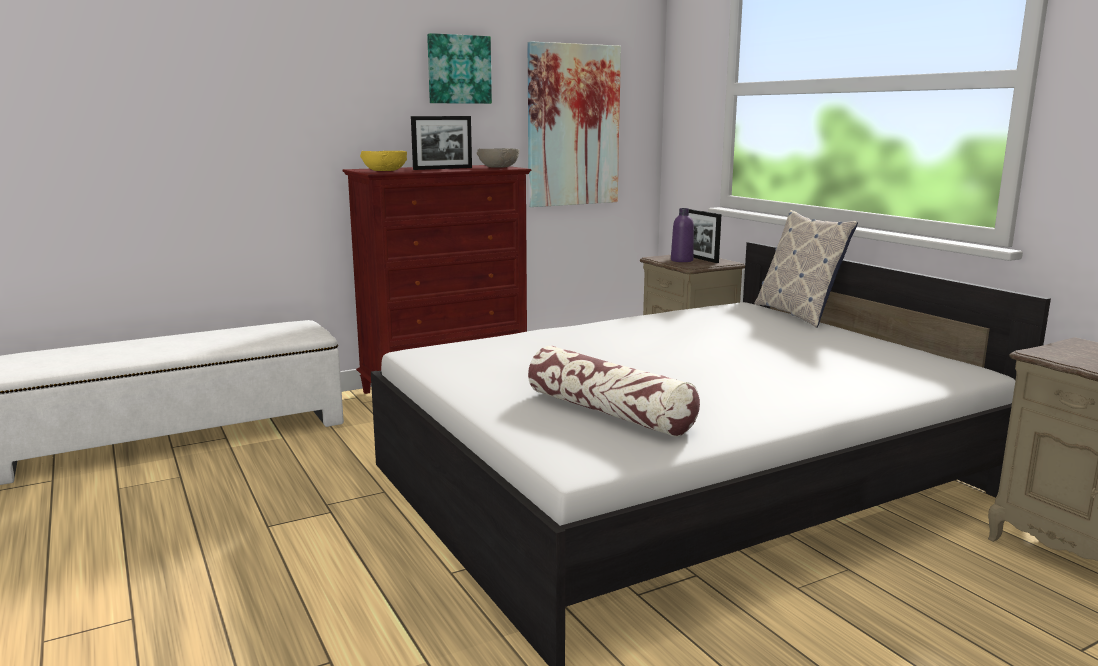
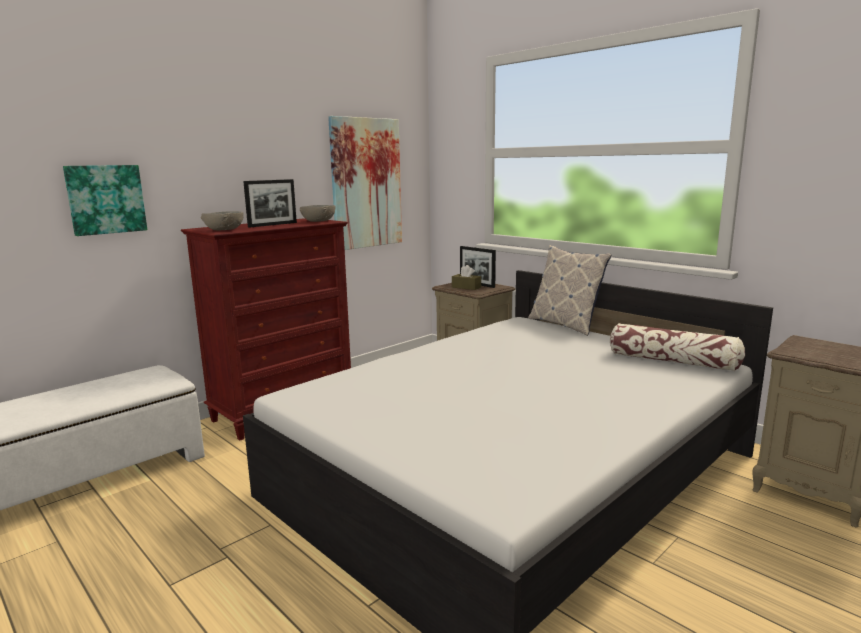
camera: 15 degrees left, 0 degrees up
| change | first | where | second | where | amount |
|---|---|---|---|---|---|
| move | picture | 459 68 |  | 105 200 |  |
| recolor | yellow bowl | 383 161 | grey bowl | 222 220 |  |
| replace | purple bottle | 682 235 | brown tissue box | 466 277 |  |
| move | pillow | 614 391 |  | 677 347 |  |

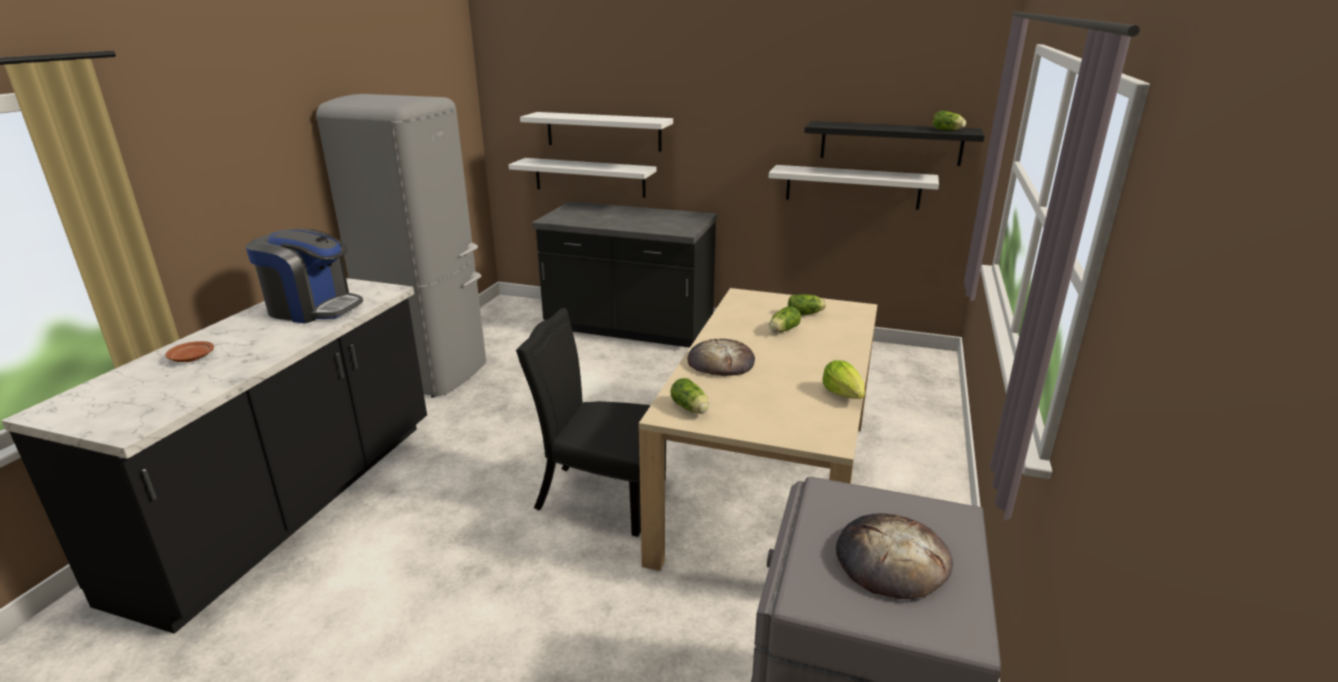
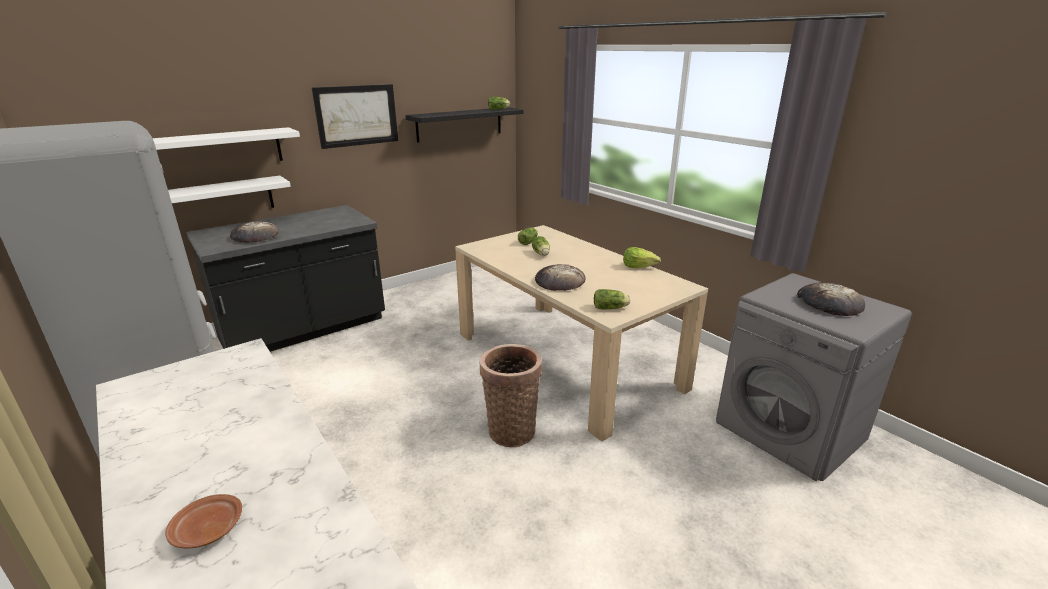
camera: 55 degrees left, 0 degrees up
| change | first | where | second | where | amount |
|---|---|---|---|---|---|
| delete | white shelf | 854 187 |  |  |  |
| delete | coffee machine | 304 276 |  |  |  |
| replace | black chair | 591 422 | basket | 511 395 |  |
| insert |  |  | picture | 355 116 |  |
| insert |  |  | bread | 254 232 |  |

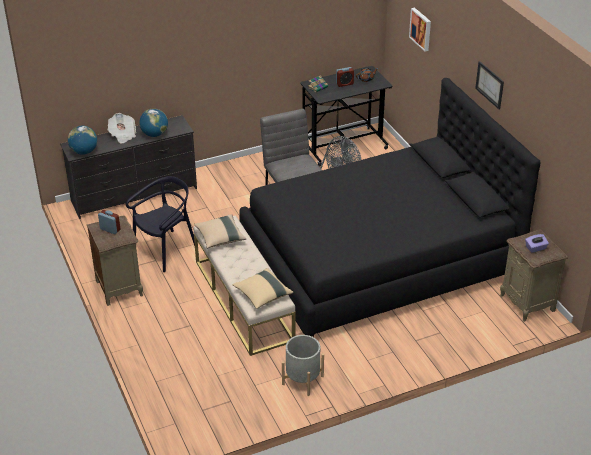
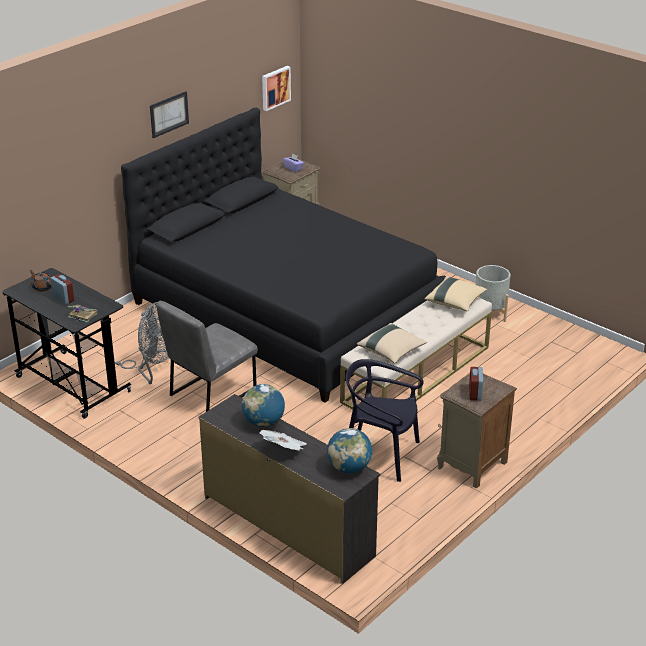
camera: 115 degrees left, 5 degrees down
| change | first | where | second | where | amount |
|---|---|---|---|---|---|
| move | picture | 420 30 |  | 276 88 |  |

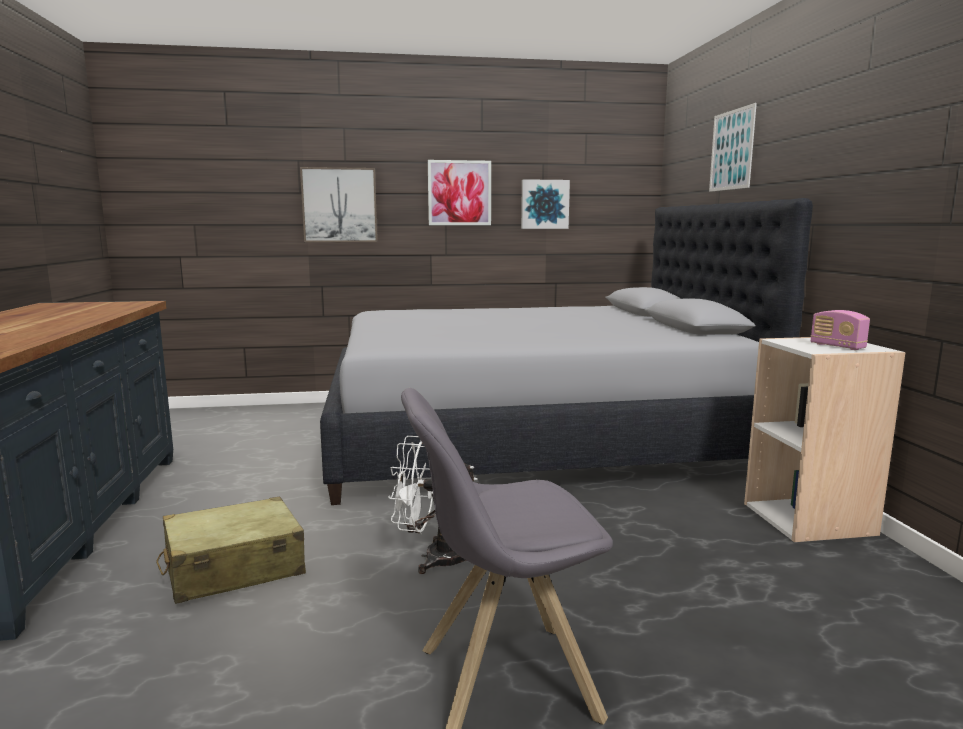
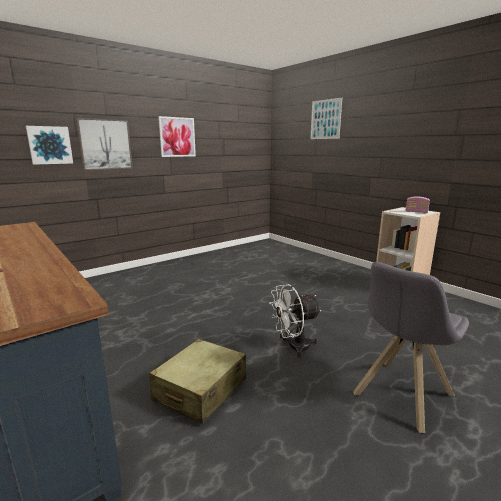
camera: 30 degrees left, 5 degrees up
| change | first | where | second | where | amount |
|---|---|---|---|---|---|
| move | picture | 545 204 |  | 49 145 |  |
| delete | grey bed | 566 351 |  |  |  |

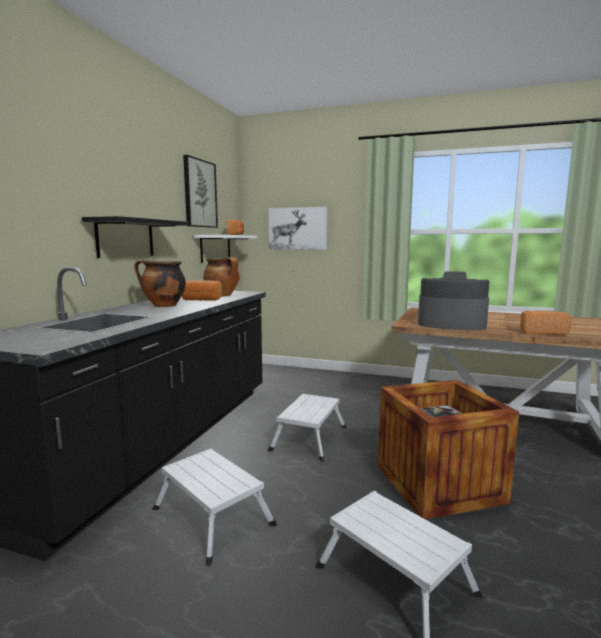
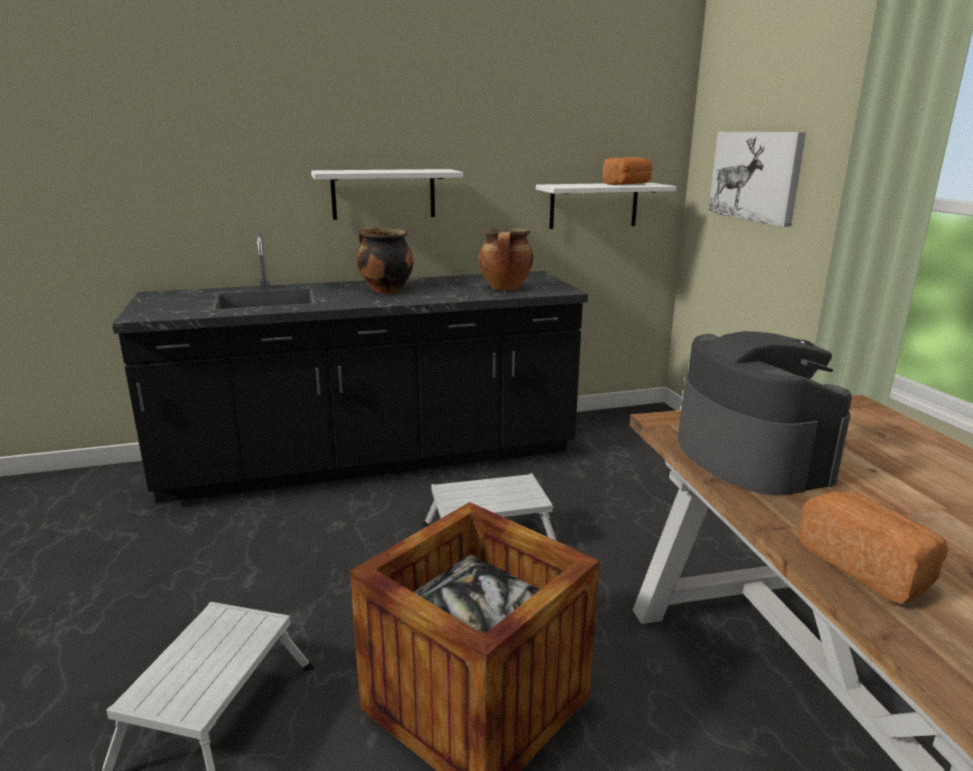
camera: 55 degrees right, 10 degrees up
| change | first | where | second | where | amount |
|---|---|---|---|---|---|
| delete | picture | 200 191 |  |  |  |
| recolor | black shelf | 135 237 | white shelf | 387 194 |  |
| delete | bread | 202 290 |  |  |  |
| delete | white step ladder | 214 507 |  |  |  |

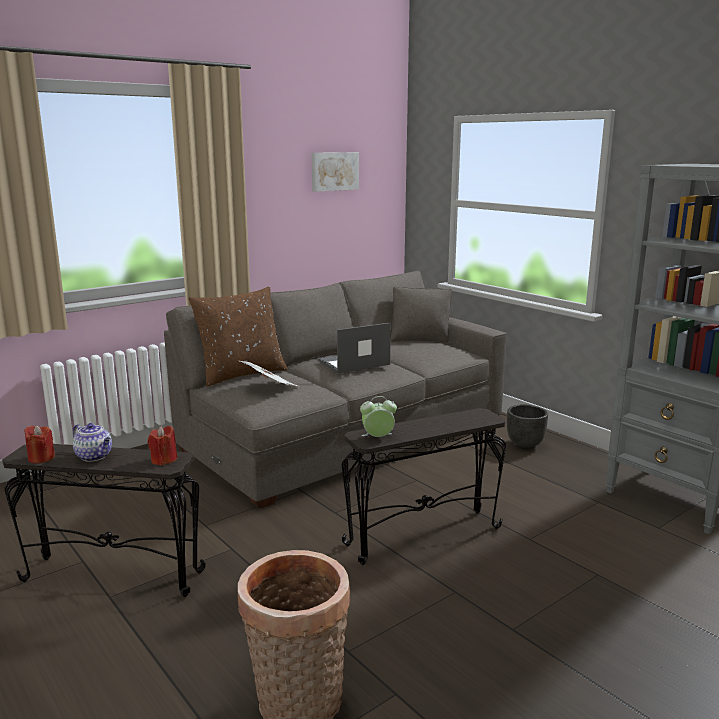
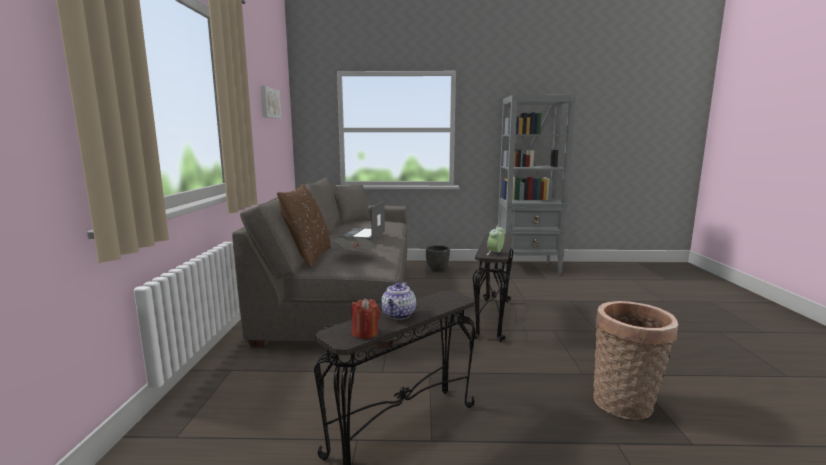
camera: 50 degrees left, 5 degrees down
| change | first | where | second | where | amount |
|---|---|---|---|---|---|
| rotate | teapot | 92 442 |  | 398 301 | 120 degrees clockwise |
| delete | red candle | 163 445 |  |  |  |

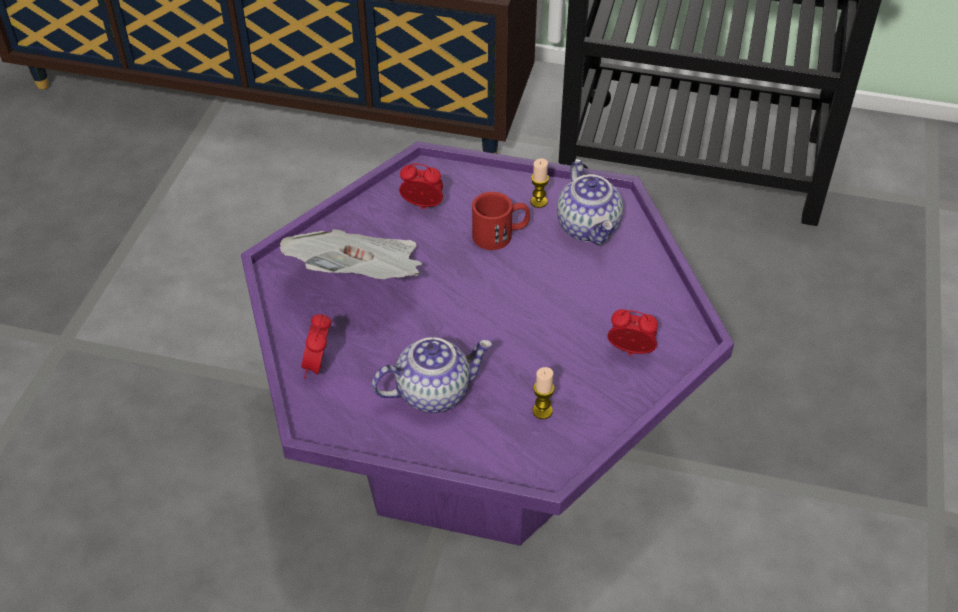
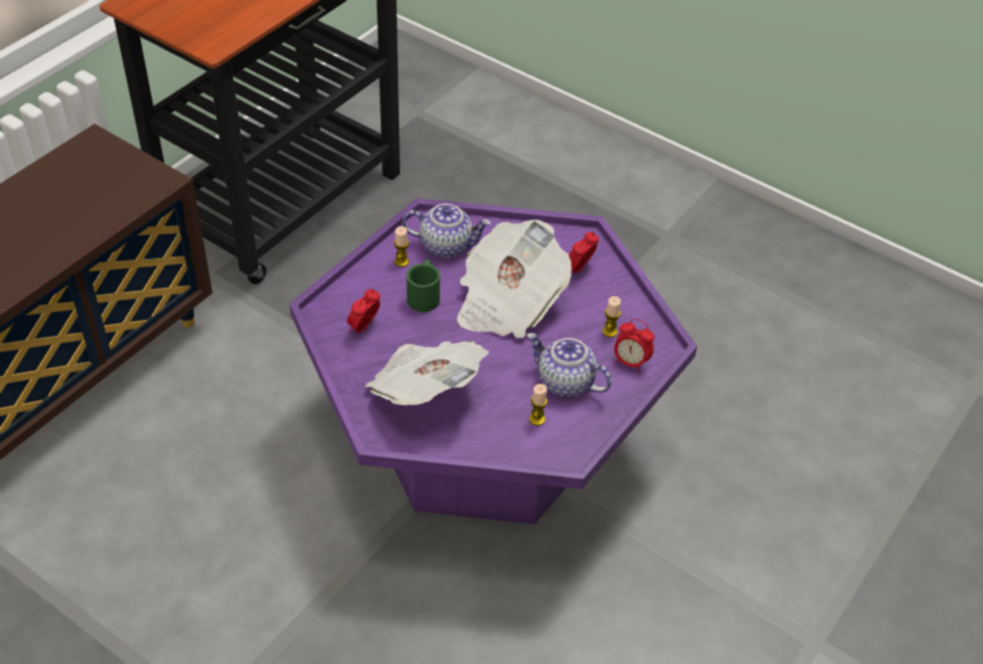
camera: 70 degrees left, 0 degrees up
| change | first | where | second | where | amount |
|---|---|---|---|---|---|
| recolor | red mug | 501 221 | green mug | 423 286 |  |
| move | alarm clock | 316 346 |  | 634 346 |  |
| rotate | teapot | 432 375 |  | 569 365 | 60 degrees counterclockwise |
| insert |  |  | newspaper | 514 279 |  |
| insert |  |  | candle | 538 405 |  |

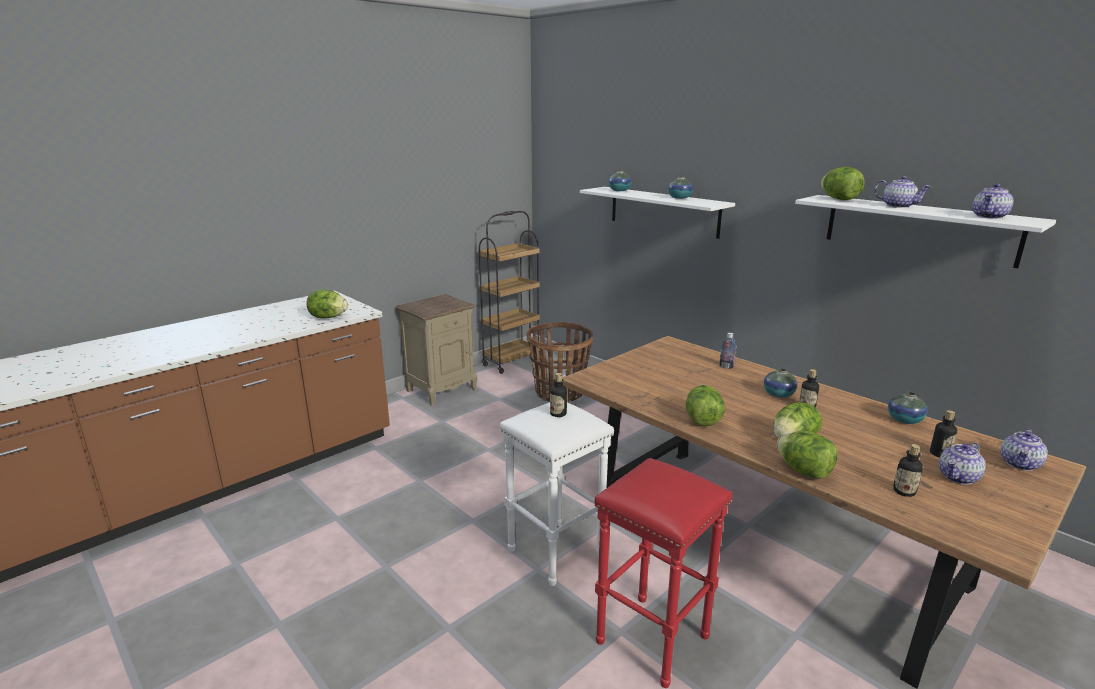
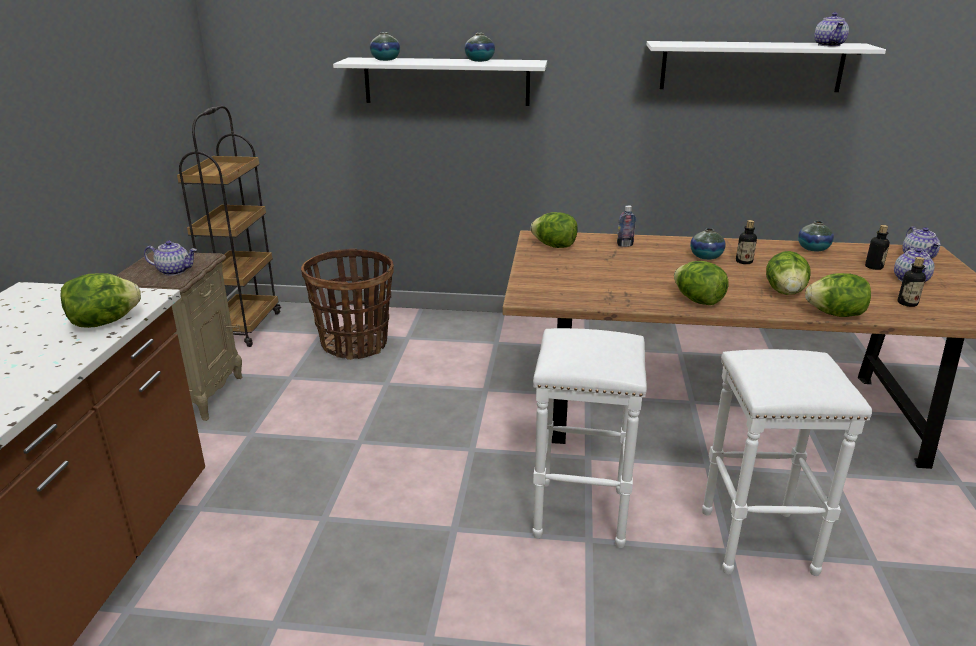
camera: 40 degrees left, 5 degrees up
| change | first | where | second | where | amount |
|---|---|---|---|---|---|
| move | lettuce | 843 183 |  | 554 230 |  |
| move | teapot | 902 192 |  | 170 258 |  |
| delete | bottle | 558 395 |  |  |  |
| recolor | red stool | 664 573 | white stool | 787 462 |  |

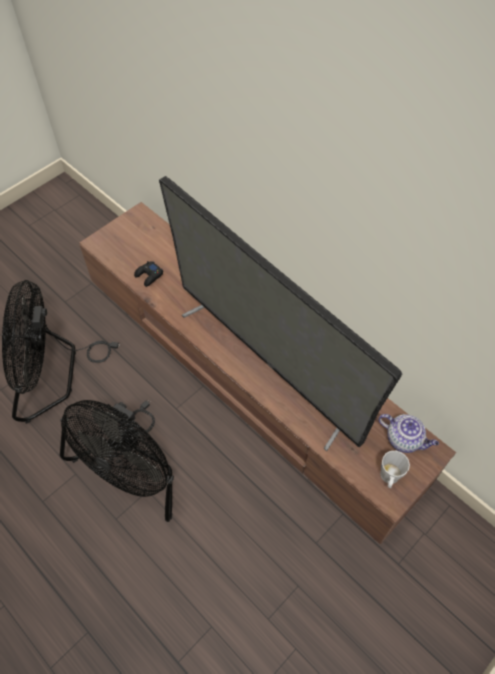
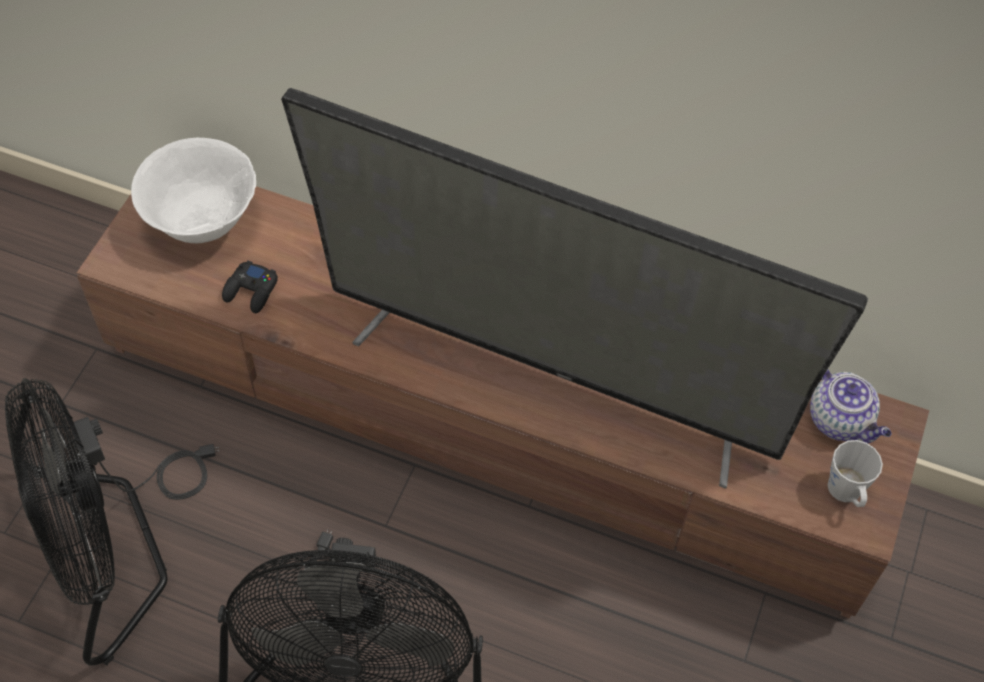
camera: 25 degrees left, 0 degrees up
| change | first | where | second | where | amount |
|---|---|---|---|---|---|
| rotate | teapot | 409 433 |  | 851 406 | 45 degrees clockwise |
| insert |  |  | white bowl | 193 190 |  |

